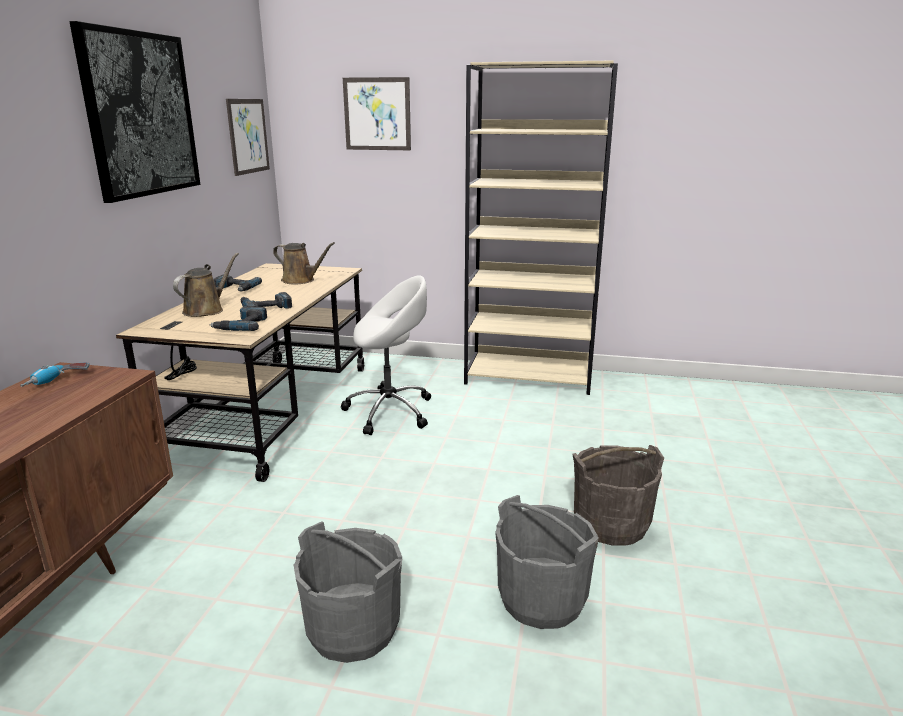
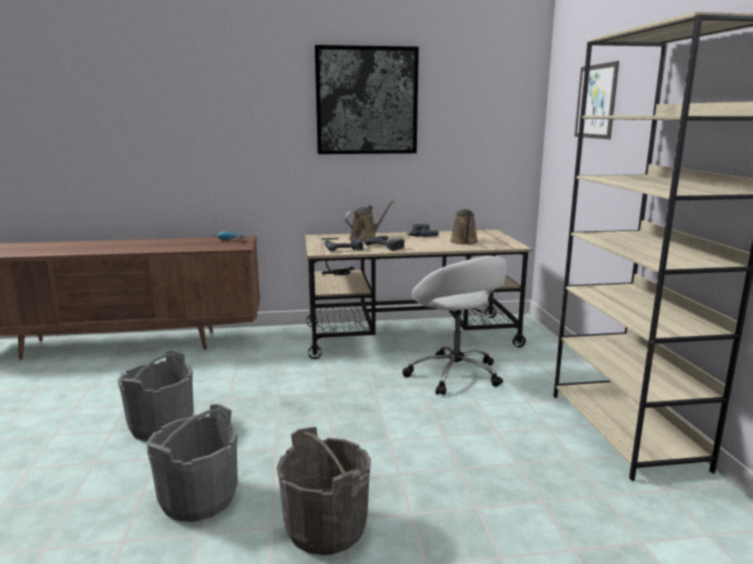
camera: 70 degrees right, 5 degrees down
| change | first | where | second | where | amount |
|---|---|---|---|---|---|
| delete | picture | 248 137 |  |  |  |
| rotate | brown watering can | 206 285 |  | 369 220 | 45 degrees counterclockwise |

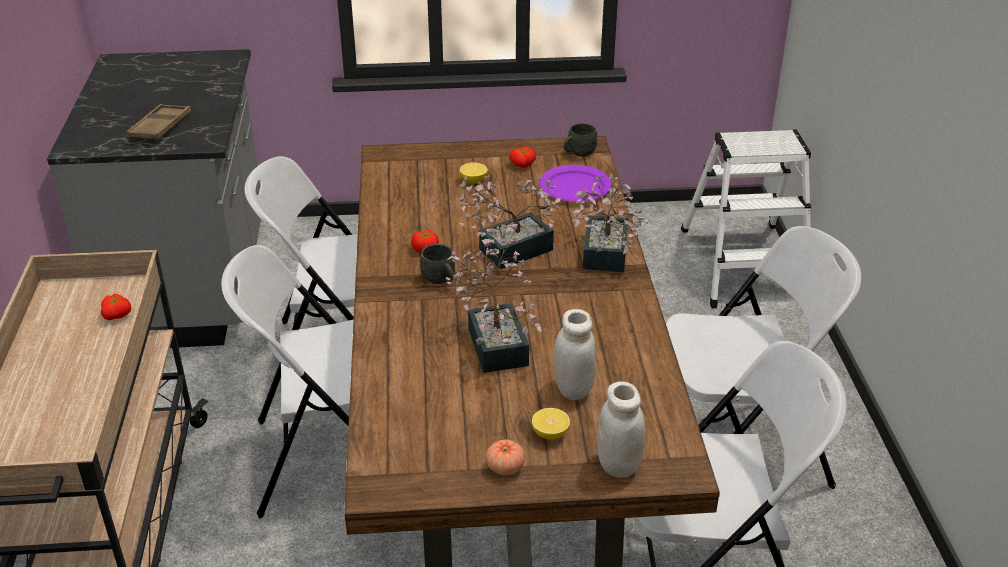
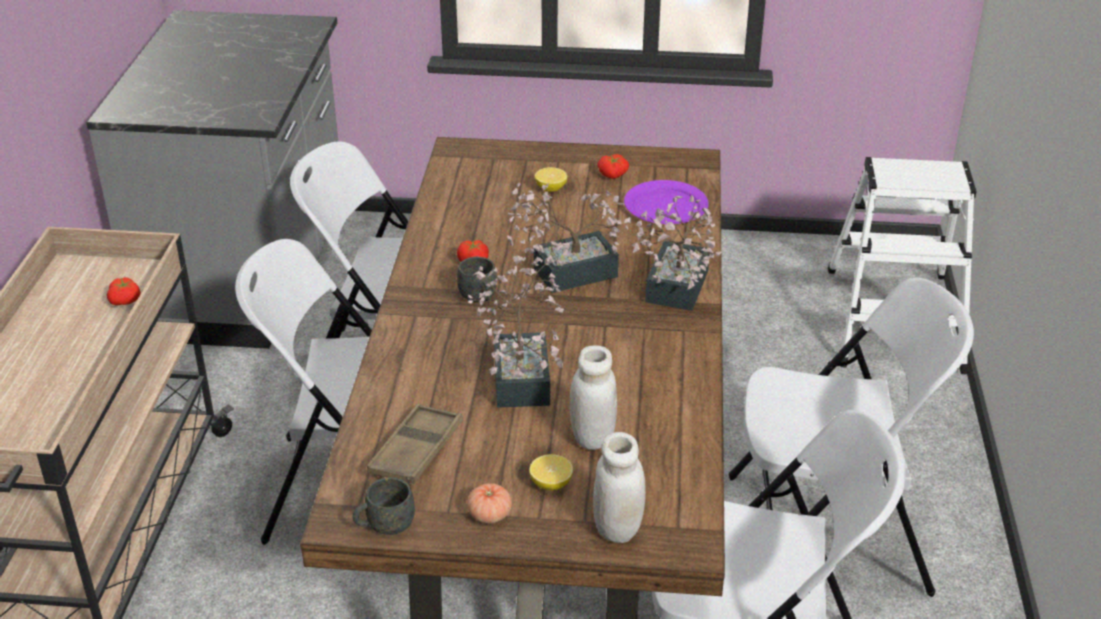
camera: 10 degrees right, 0 degrees up
| change | first | where | second | where | amount |
|---|---|---|---|---|---|
| move | brown tray | 158 122 |  | 415 444 |  |
| move | grey mug | 580 140 |  | 384 506 |  |

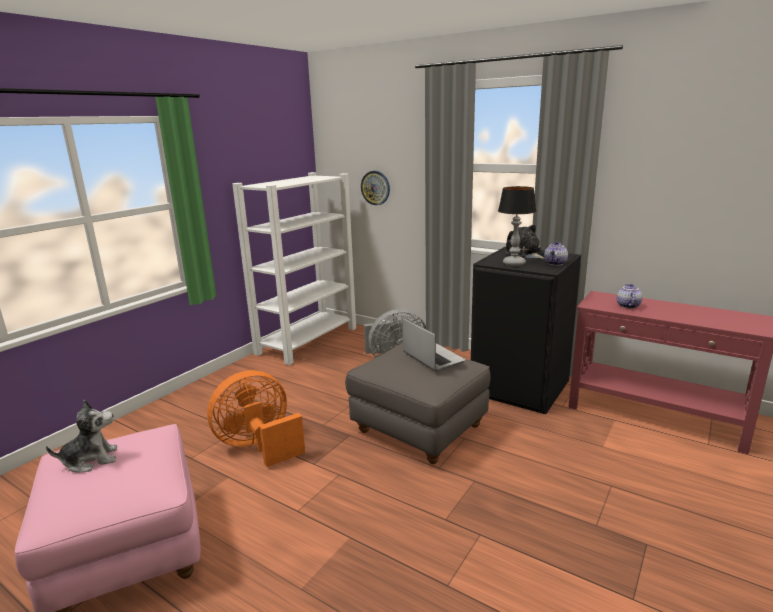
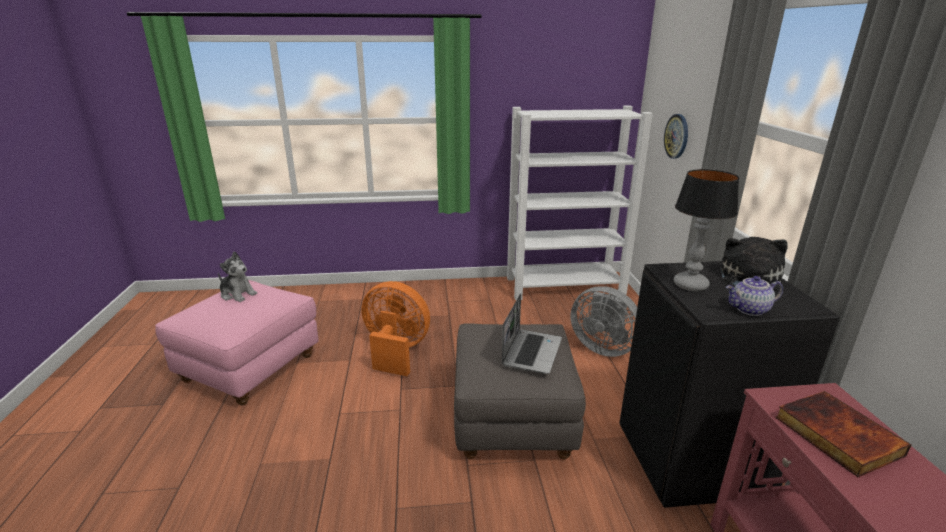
camera: 50 degrees right, 5 degrees up
| change | first | where | second | where | amount |
|---|---|---|---|---|---|
| replace | teapot | 630 296 | book | 843 434 |  |

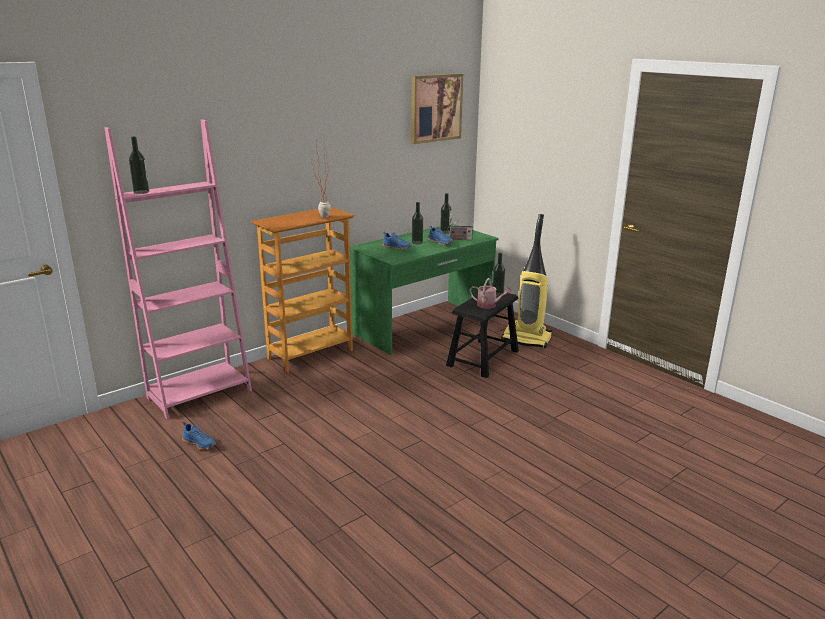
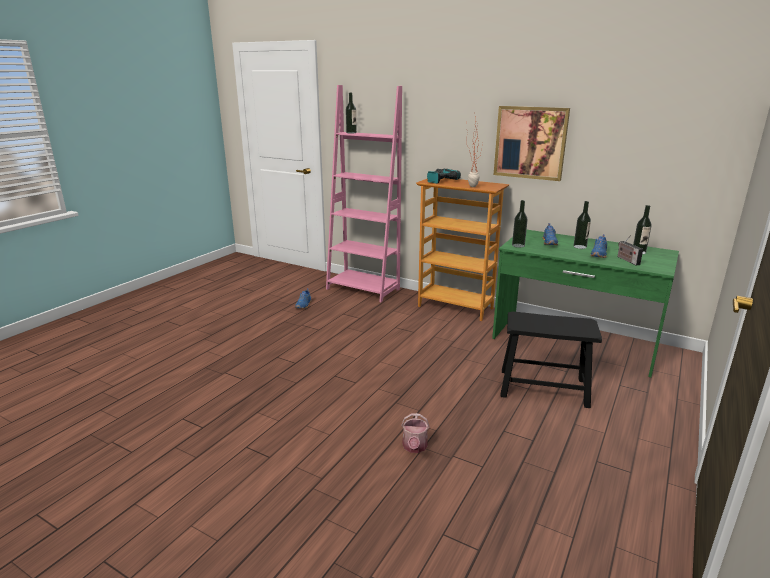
camera: 70 degrees right, 0 degrees up
| change | first | where | second | where | amount |
|---|---|---|---|---|---|
| move | picture | 437 109 |  | 532 143 |  |
| delete | vacuum cleaner | 526 281 |  |  |  |
| move | bottle | 498 275 |  | 520 224 |  |
| move | watering can | 491 293 |  | 415 433 |  |
| insert |  |  | power drill | 444 176 |  |

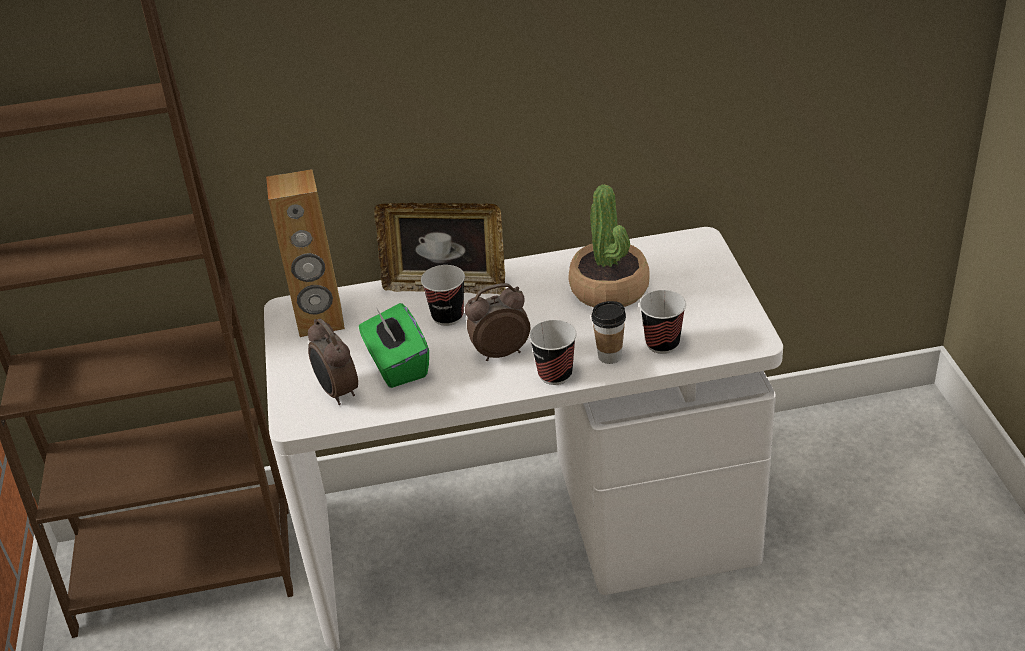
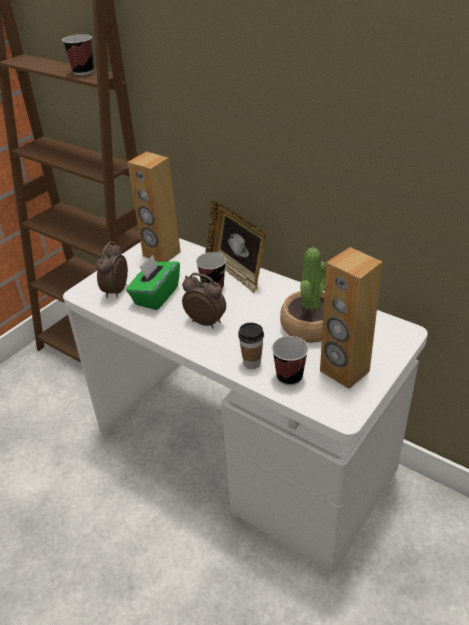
camera: 45 degrees right, 0 degrees up
| change | first | where | second | where | amount |
|---|---|---|---|---|---|
| move | cup | 552 352 |  | 78 54 |  |
| insert |  |  | brown speaker | 351 318 |  |

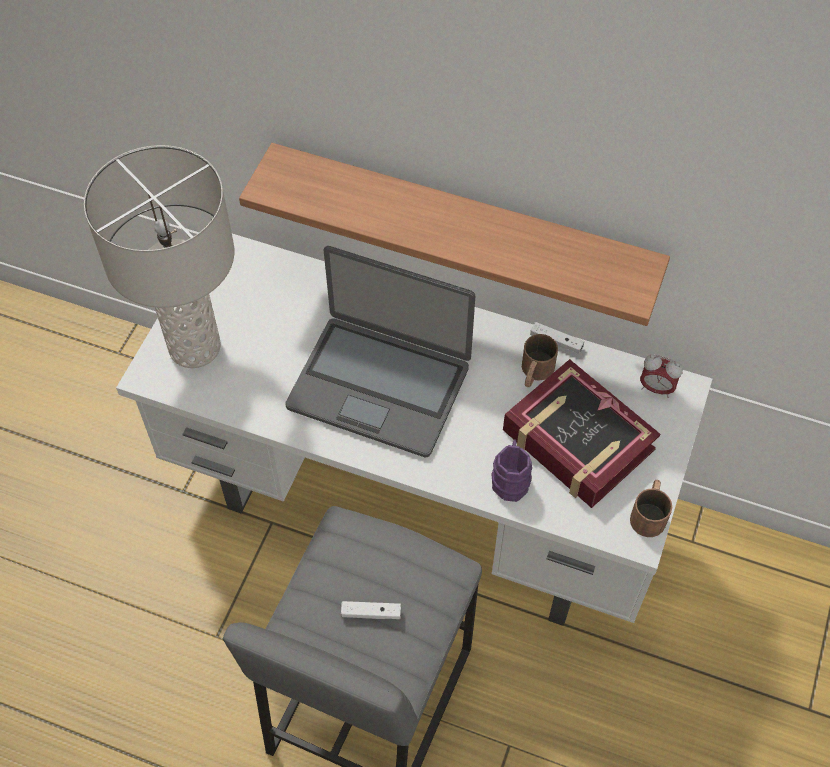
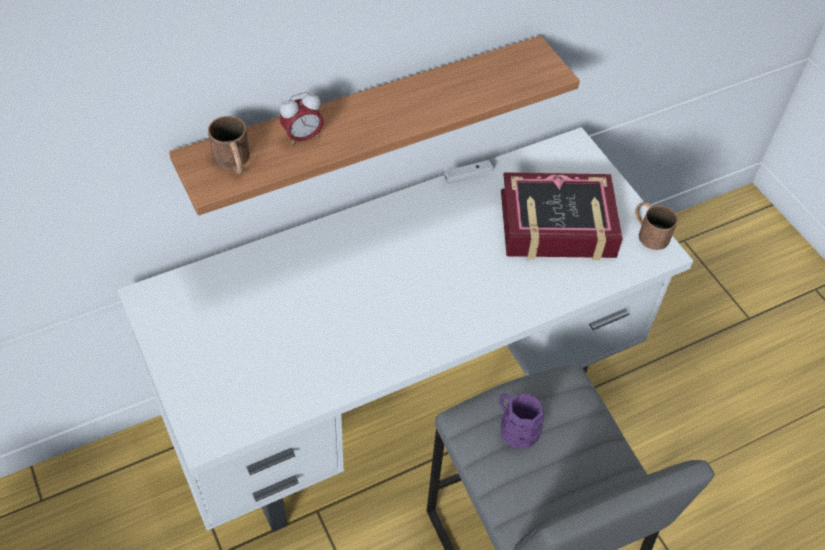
camera: 50 degrees left, 5 degrees down
| change | first | where | second | where | amount |
|---|---|---|---|---|---|
| delete | white table lamp | 159 256 |  |  |  |
| delete | laptop | 380 352 |  |  |  |
| move | brown mug | 540 360 |  | 229 145 |  |
| move | alarm clock | 661 376 |  | 301 119 |  |
| move | purple mug | 511 471 |  | 521 420 |  |
| delete | white game controller | 371 610 |  |  |  |

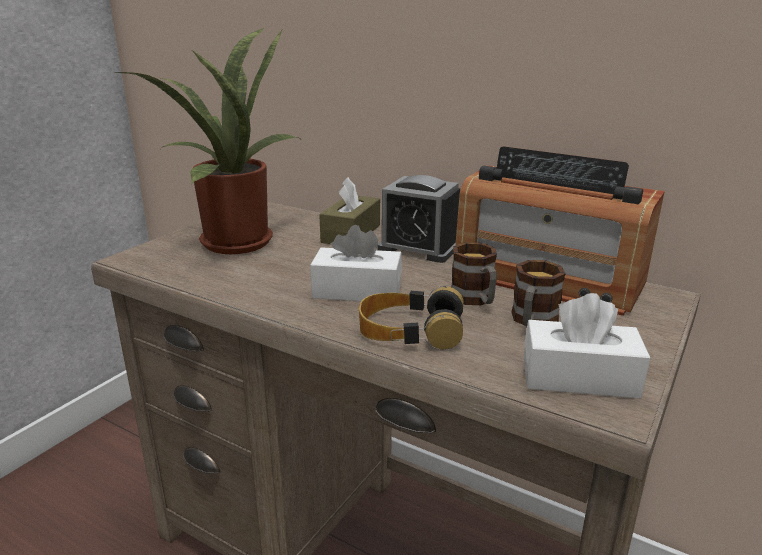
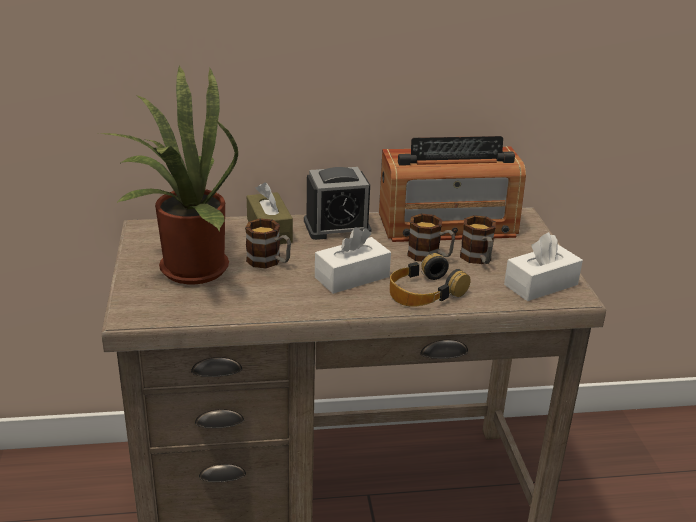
camera: 40 degrees left, 5 degrees up
| change | first | where | second | where | amount |
|---|---|---|---|---|---|
| insert |  |  | mug | 268 243 |  |

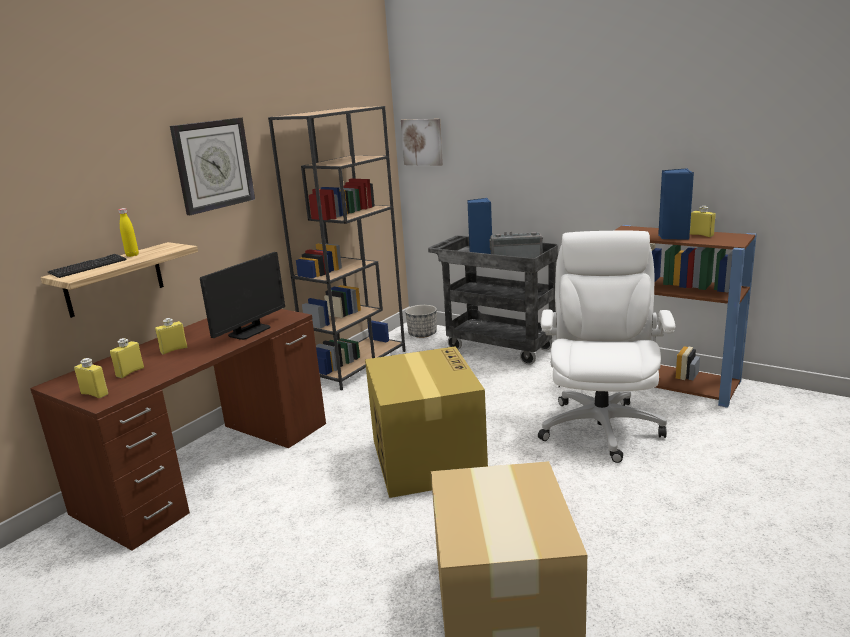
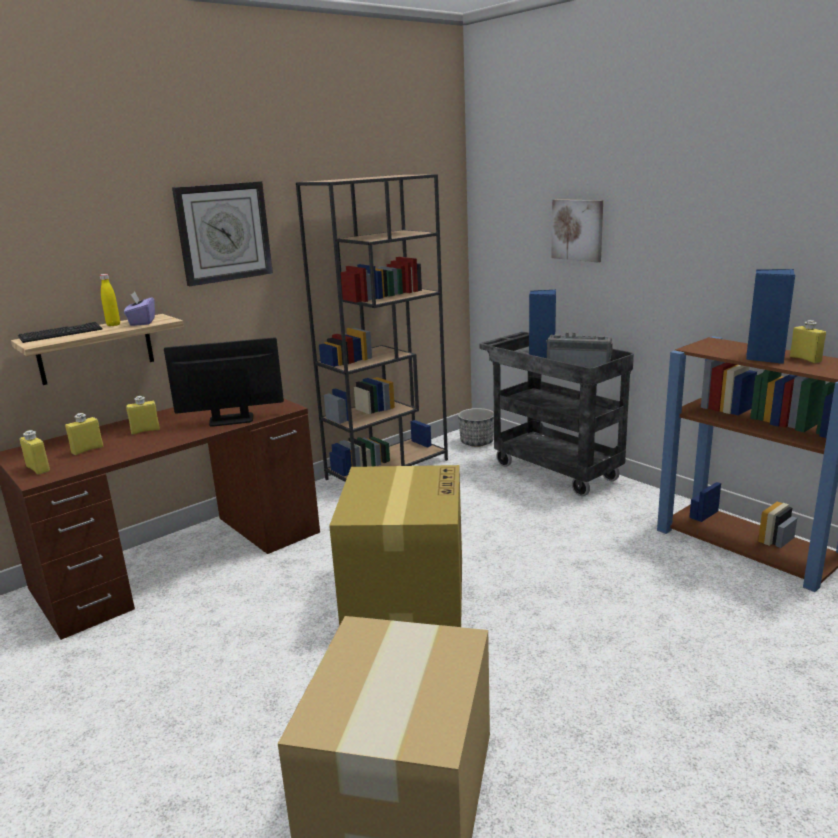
camera: 15 degrees right, 0 degrees up
| change | first | where | second | where | amount |
|---|---|---|---|---|---|
| move | picture | 422 142 |  | 577 230 |  |
| delete | white office chair | 606 347 |  |  |  |
| rotate | monitor | 242 296 |  | 224 382 | 150 degrees counterclockwise |
| insert |  |  | purple tissue box | 139 309 |  |

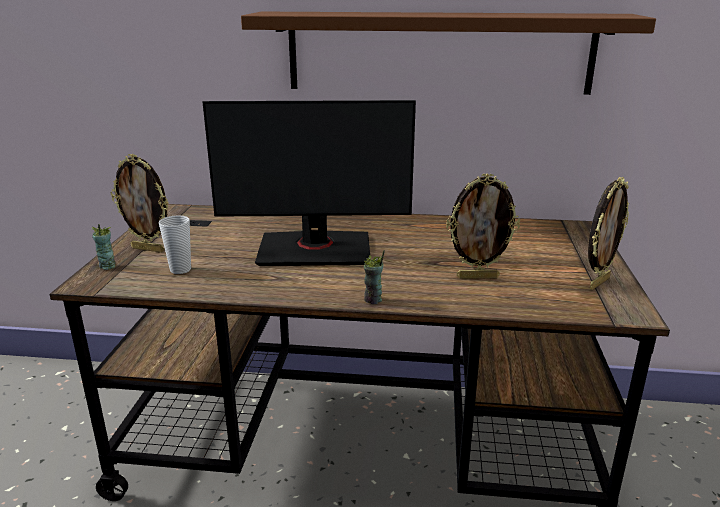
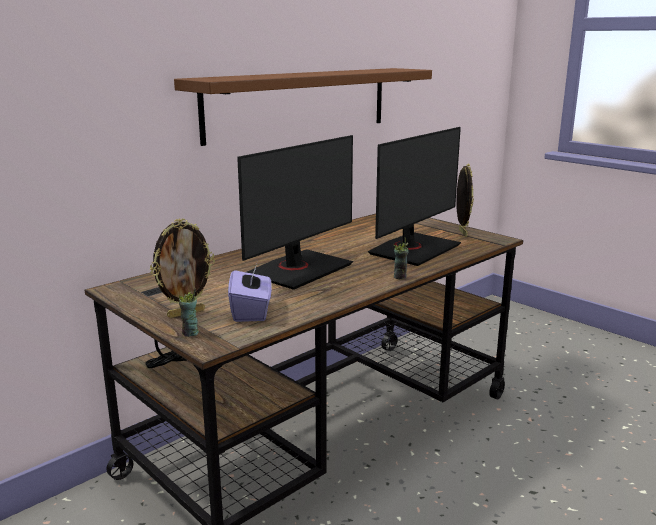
camera: 50 degrees left, 5 degrees down
| change | first | where | second | where | amount |
|---|---|---|---|---|---|
| replace | picture frame | 483 226 | monitor | 414 196 |  |
| replace | cup | 175 244 | purple tissue box | 250 293 |  |

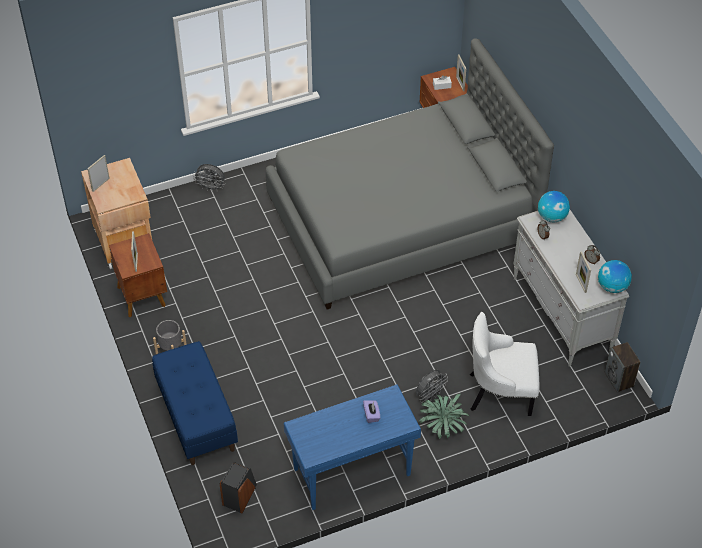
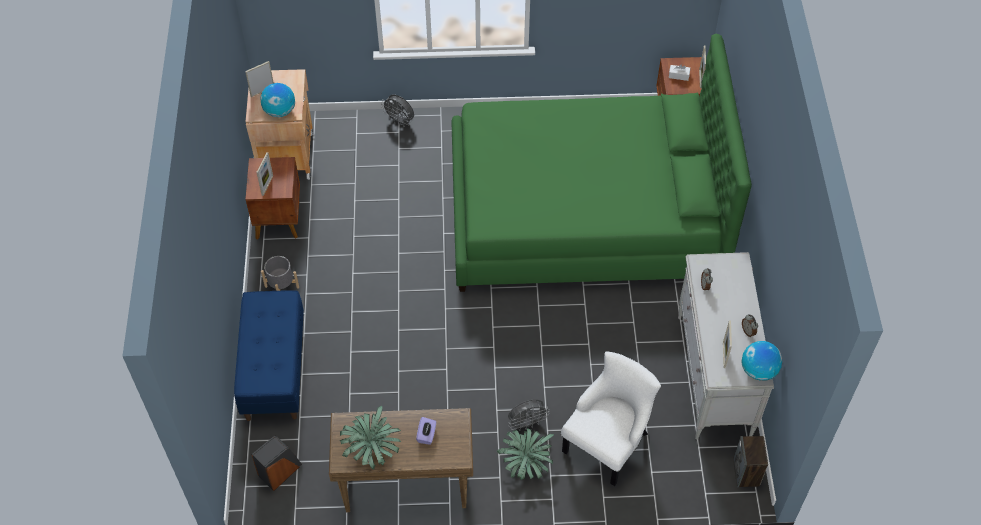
camera: 20 degrees right, 5 degrees up
| change | first | where | second | where | amount |
|---|---|---|---|---|---|
| recolor | grey bed | 410 173 | green bed | 601 163 |  |
| move | globe | 554 206 |  | 277 100 |  |
| rotate | white armchair | 505 364 |  | 611 418 | 105 degrees clockwise |
| recolor | blue console table | 352 447 | brown console table | 401 460 |  |
| insert |  |  | potted plant | 370 438 |  |

